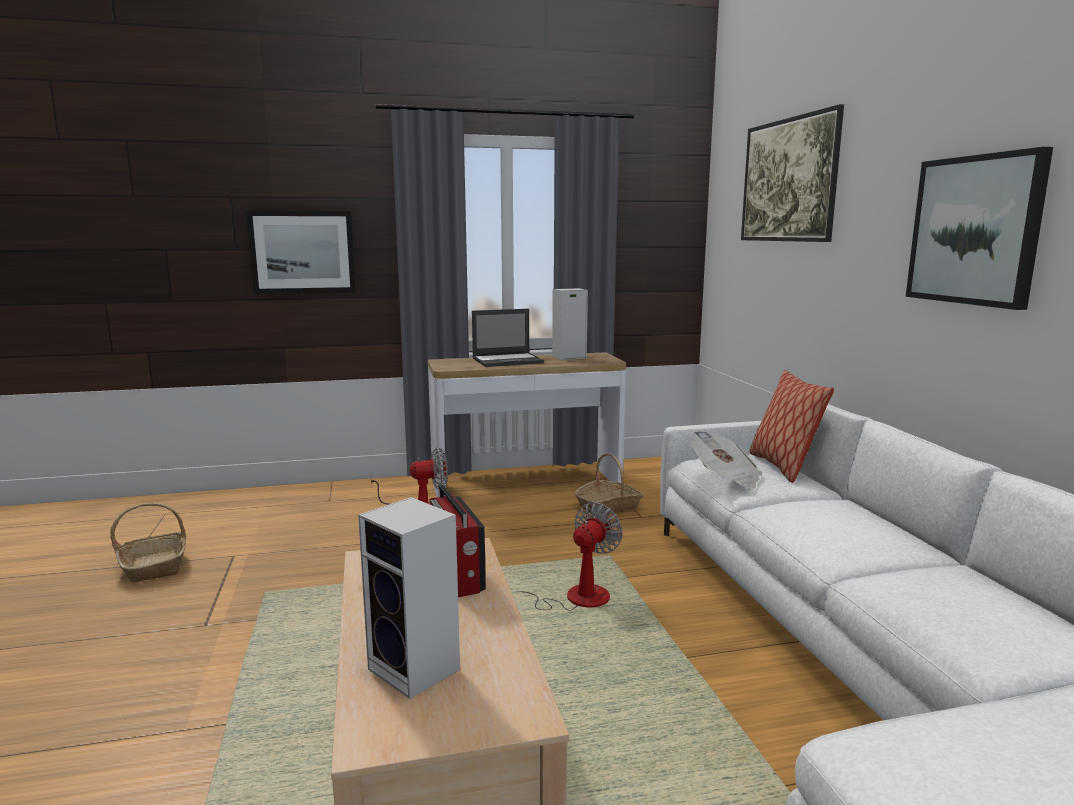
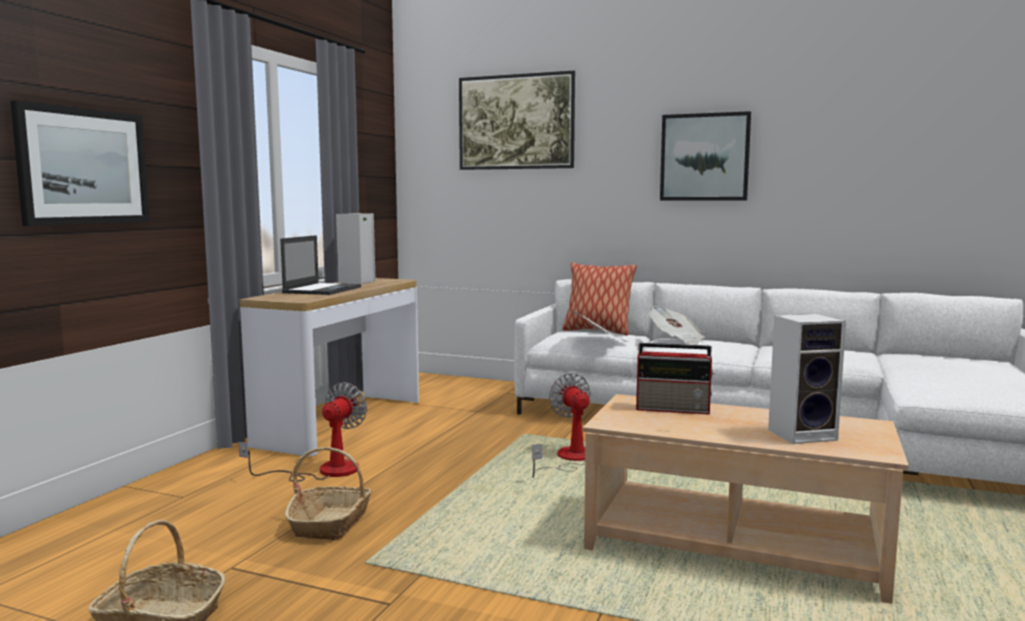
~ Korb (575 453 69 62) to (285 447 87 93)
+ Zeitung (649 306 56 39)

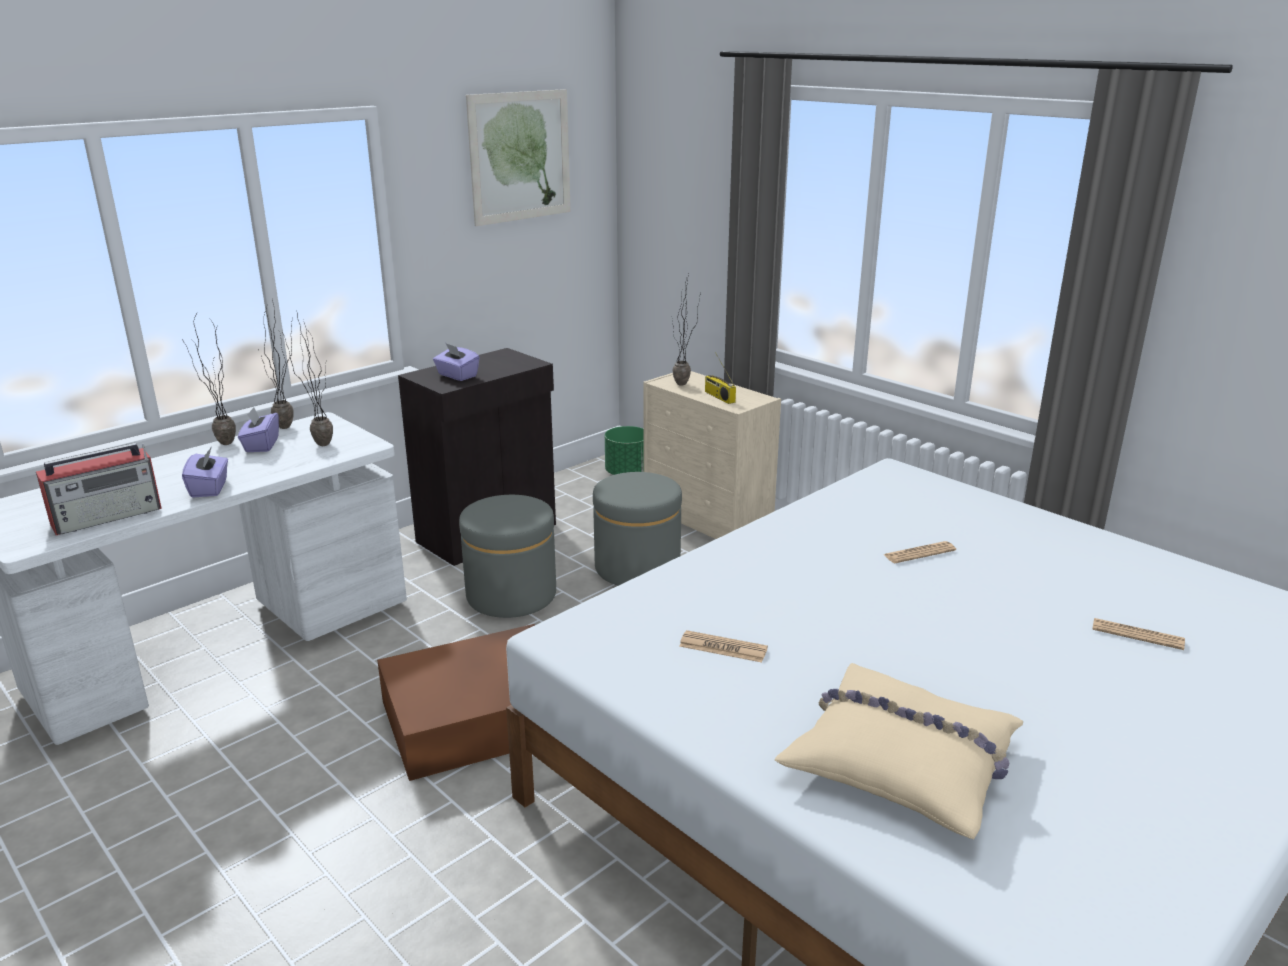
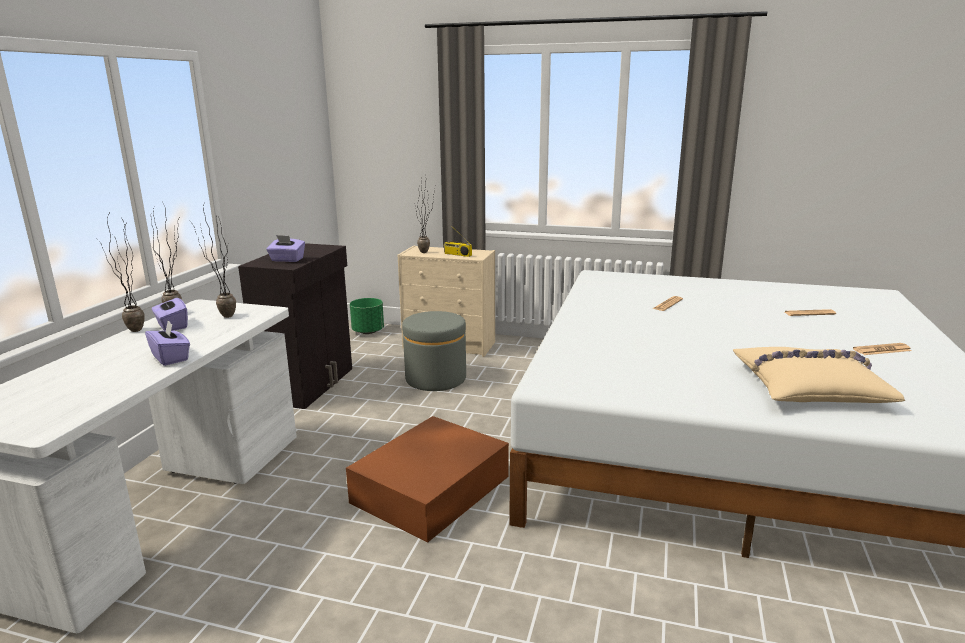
- Bild (466 89 105 137)
- Radio (36 443 126 92)
- Polsterhocker/grau (459 495 97 123)
~ Zeitung (679 630 89 33) to (853 343 59 12)

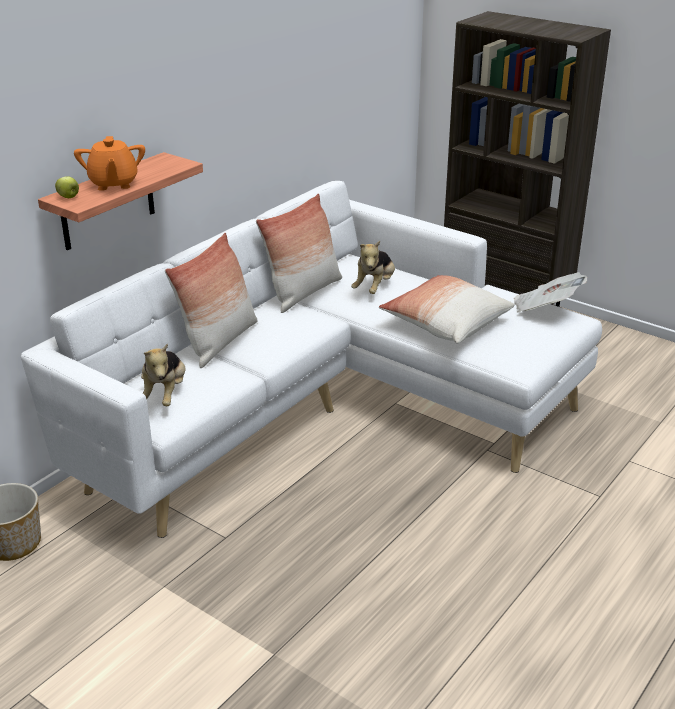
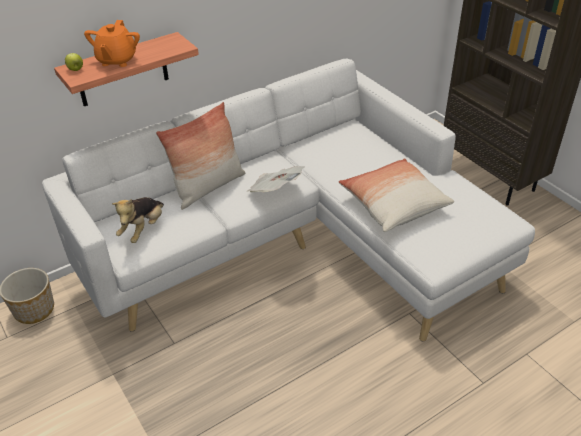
- Kissen (256 194 86 119)
- Plüschtier (351 241 44 53)
~ Zeitung (514 272 73 40) to (246 166 59 26)

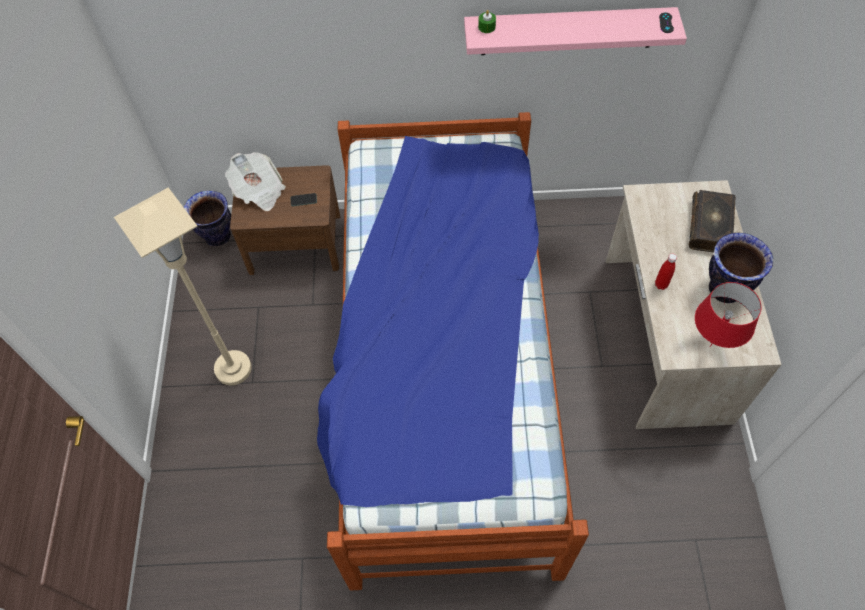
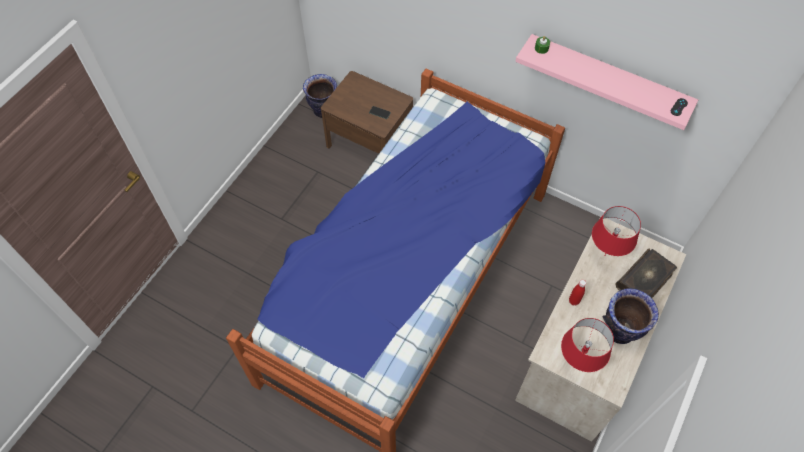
- Zeitung (225 152 61 59)
- Stehlampe/beige (114 188 138 197)
+ Tischlampe/rot (592 206 49 50)

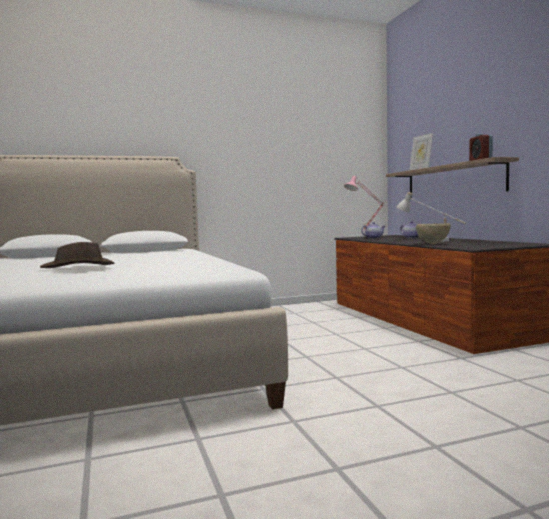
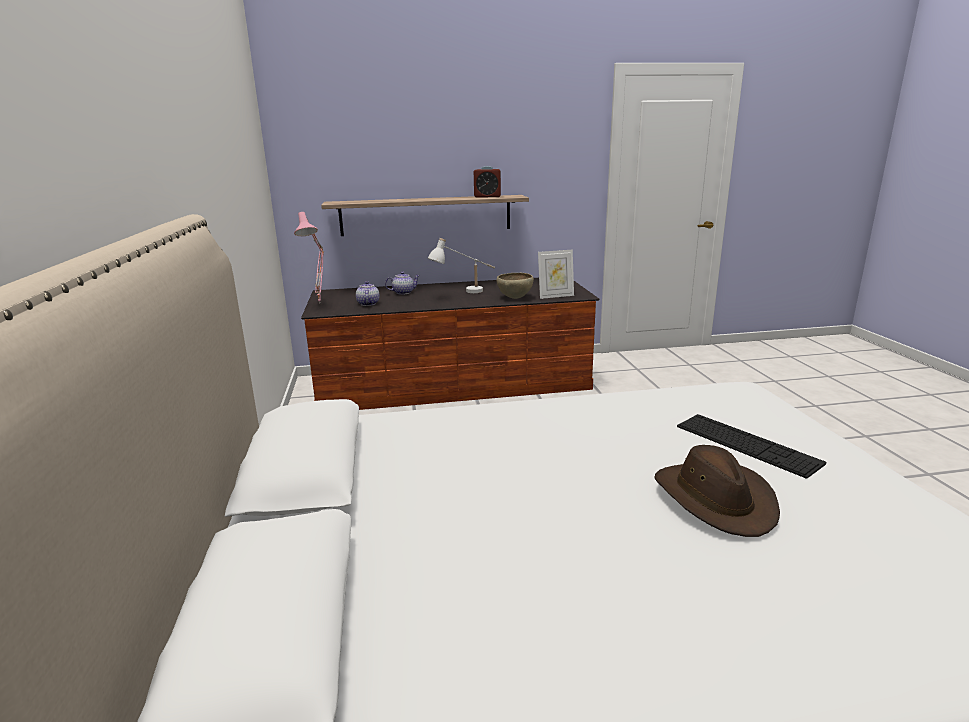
~ Bilderrahmen (410 133 23 37) to (538 249 36 50)
+ Tastatur (677 414 150 65)

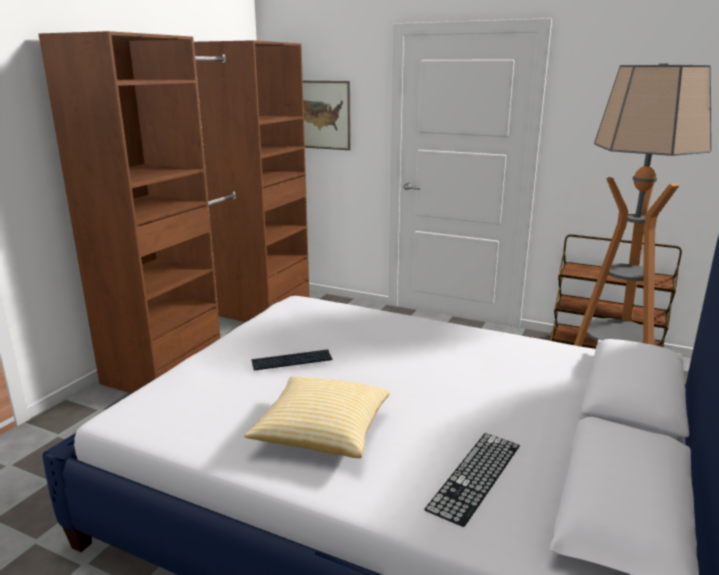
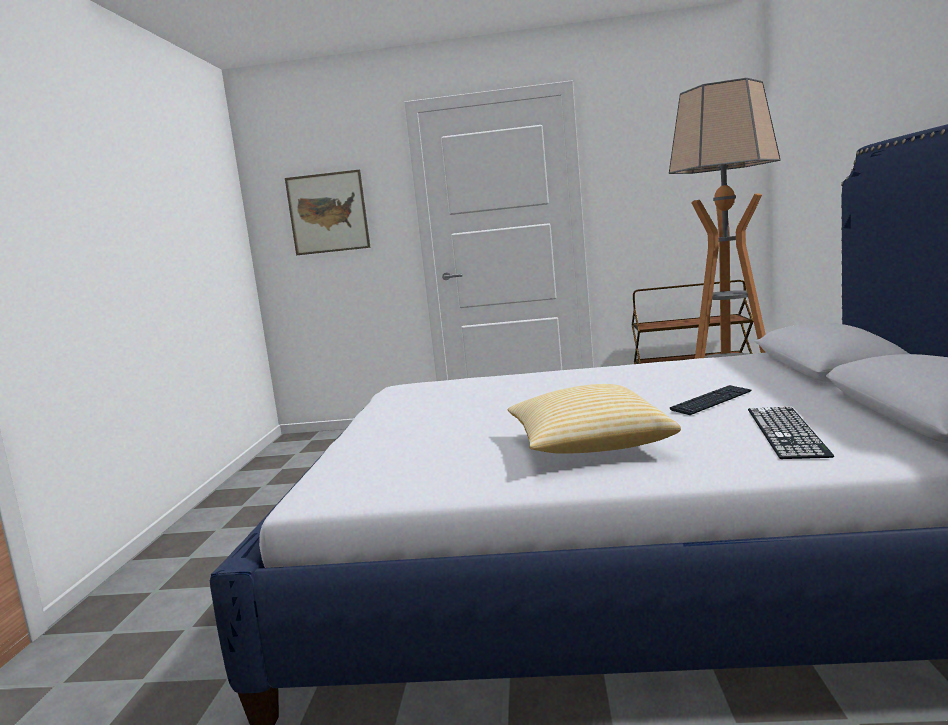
- Kleiderschrank/braun (38 31 272 362)
~ Tastatur (252 349 81 22) to (670 385 82 30)

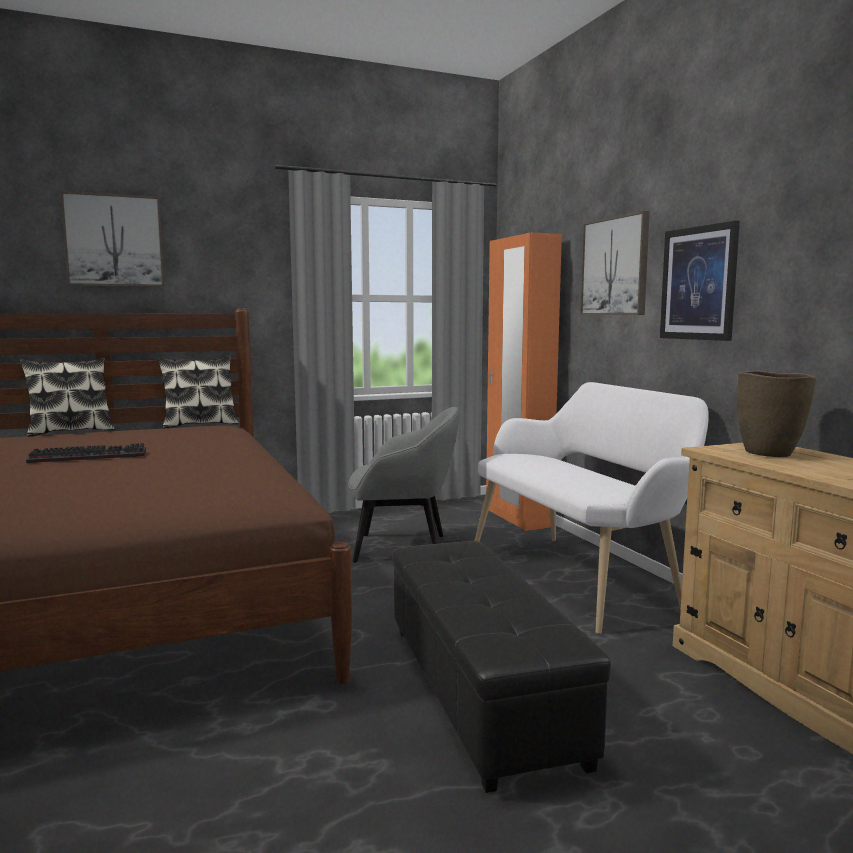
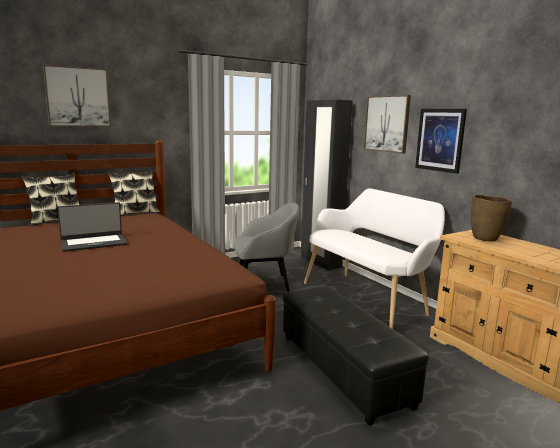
~ Kleiderschrank/orange (486 232 76 299) to Kleiderschrank/schwarz (301 100 52 170)
~ Tastatur (26 443 120 20) to Laptop (57 202 71 50)

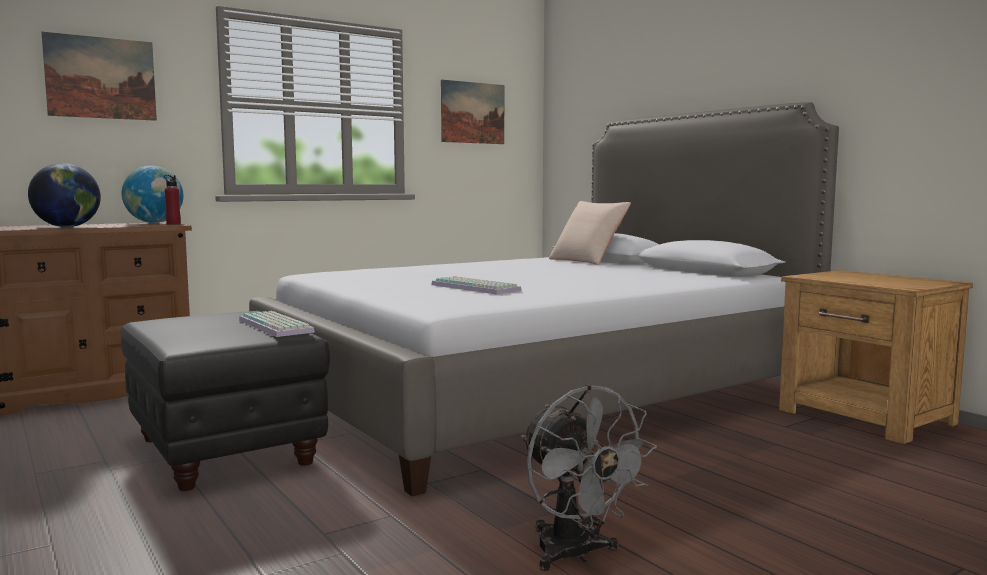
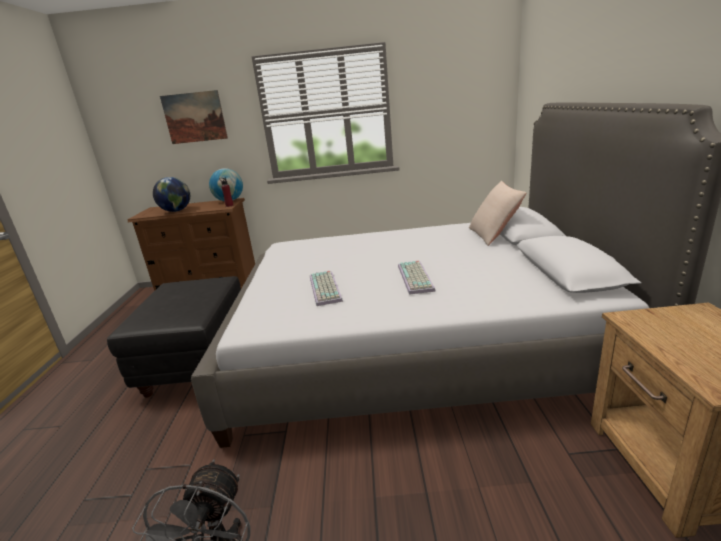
- Bild (441 80 63 64)
~ Tastatur (239 311 76 26) to (398 261 38 34)

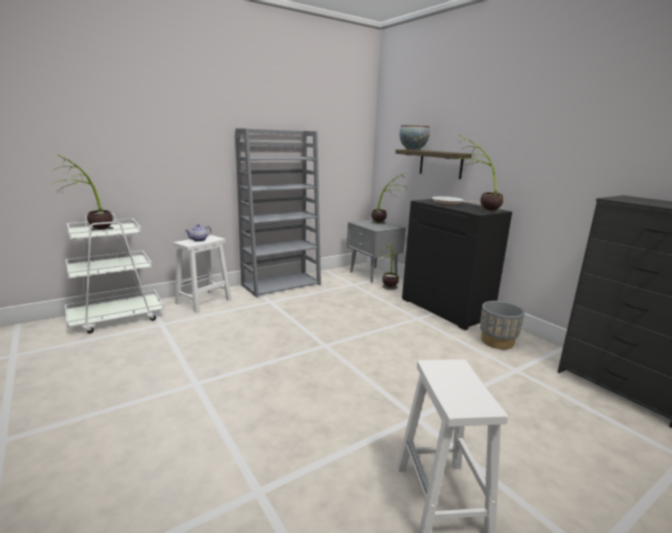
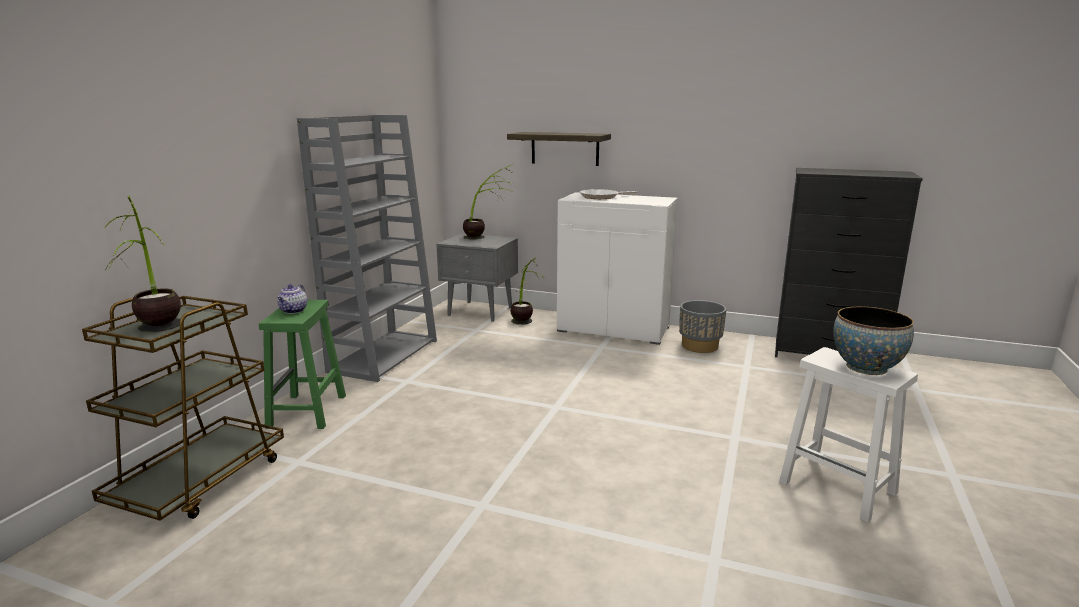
~ Schüssel (399 125 31 25) to (833 306 81 69)
- Topfpflanze (455 135 48 78)
~ Schrank/schwarz (402 199 110 131) to Schrank/weiß (557 192 121 153)
~ Rollwagen/weiß (65 213 99 120) to Rollwagen/braun (82 296 202 225)
~ Hocker/weiß (173 235 58 78) to Hocker/grün (259 300 87 129)

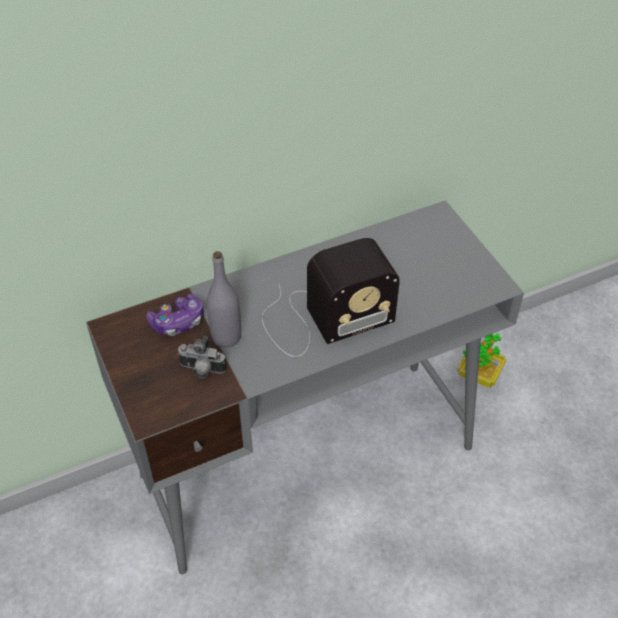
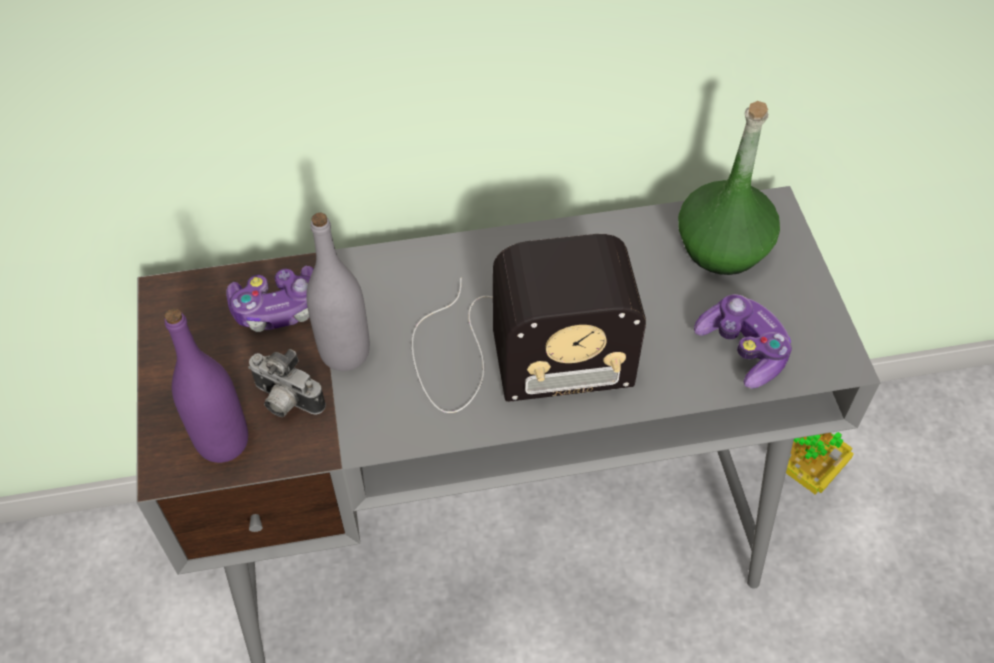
+ Flasche/grün (678 101 102 174)
+ Gamepad (694 294 98 95)
+ Flasche/lila (164 308 84 155)

